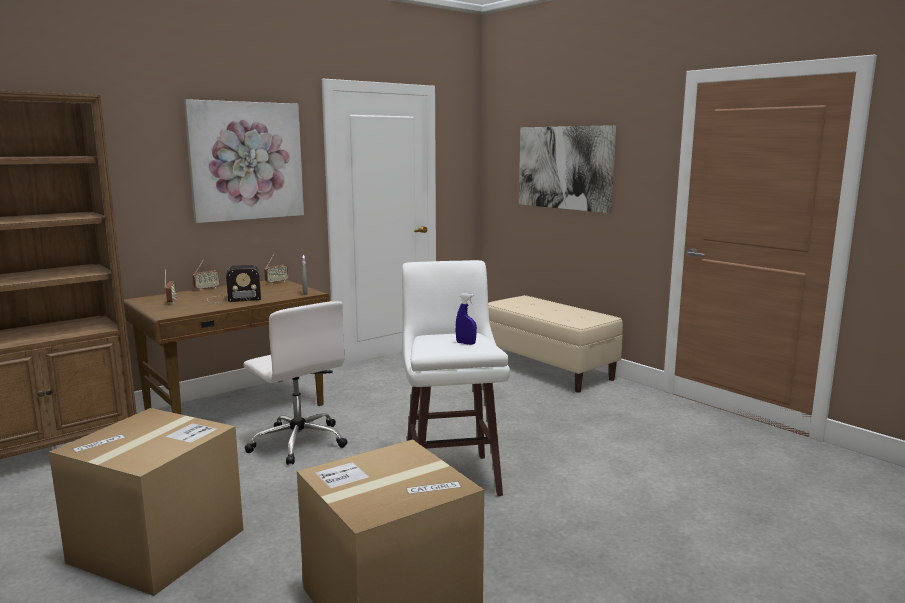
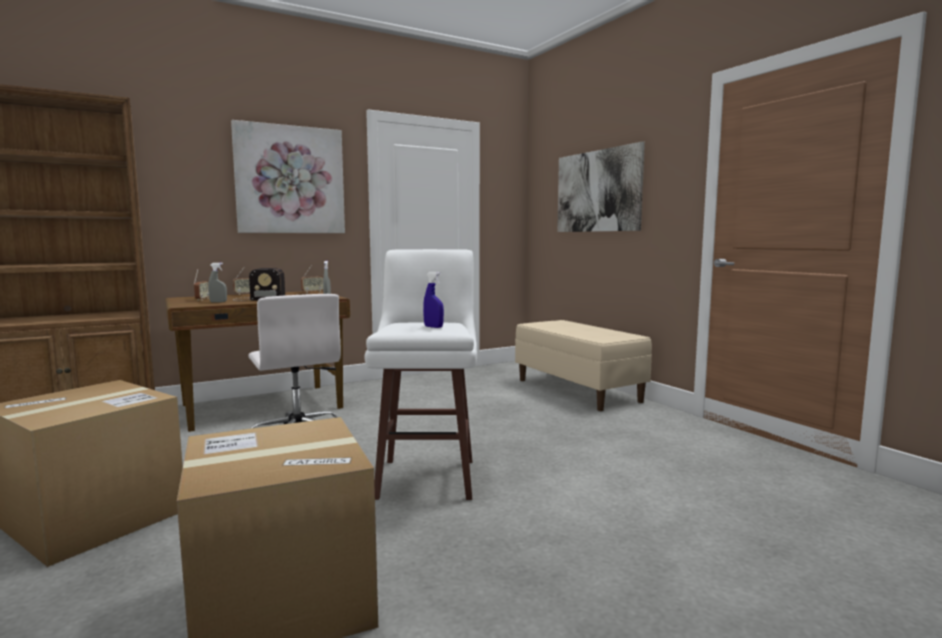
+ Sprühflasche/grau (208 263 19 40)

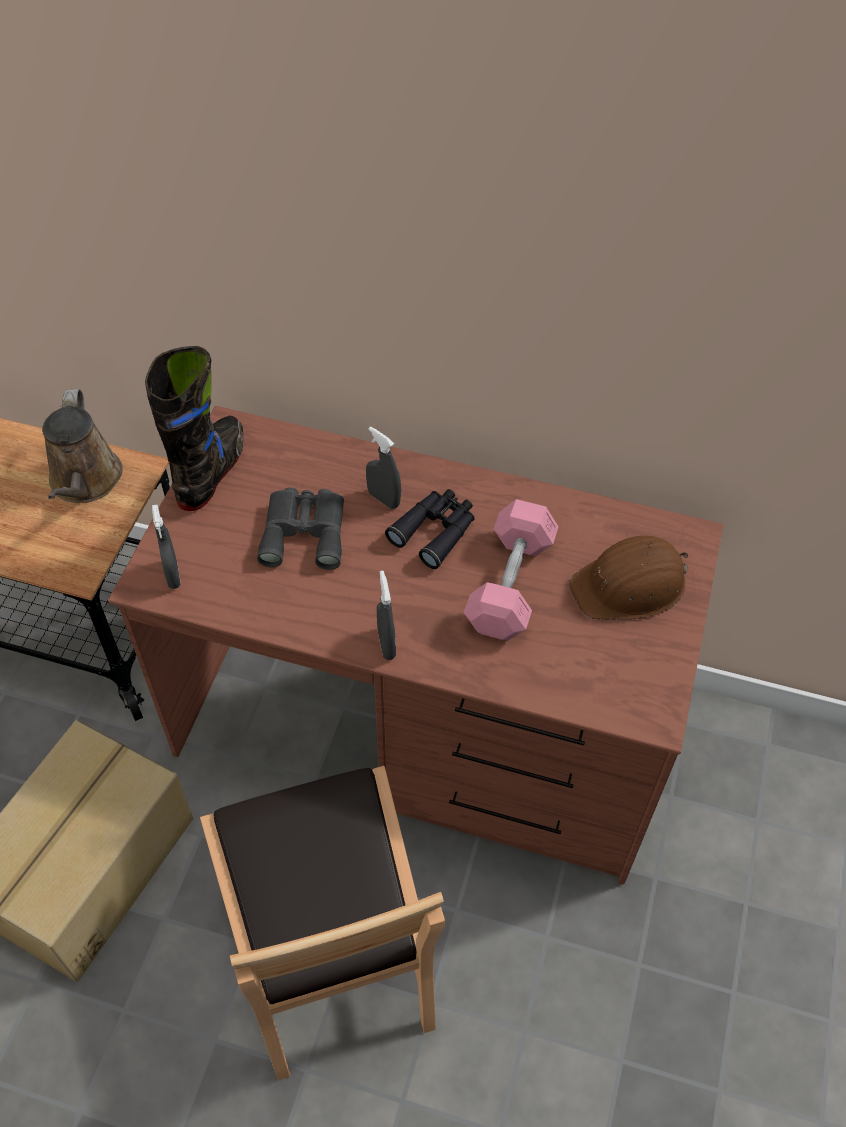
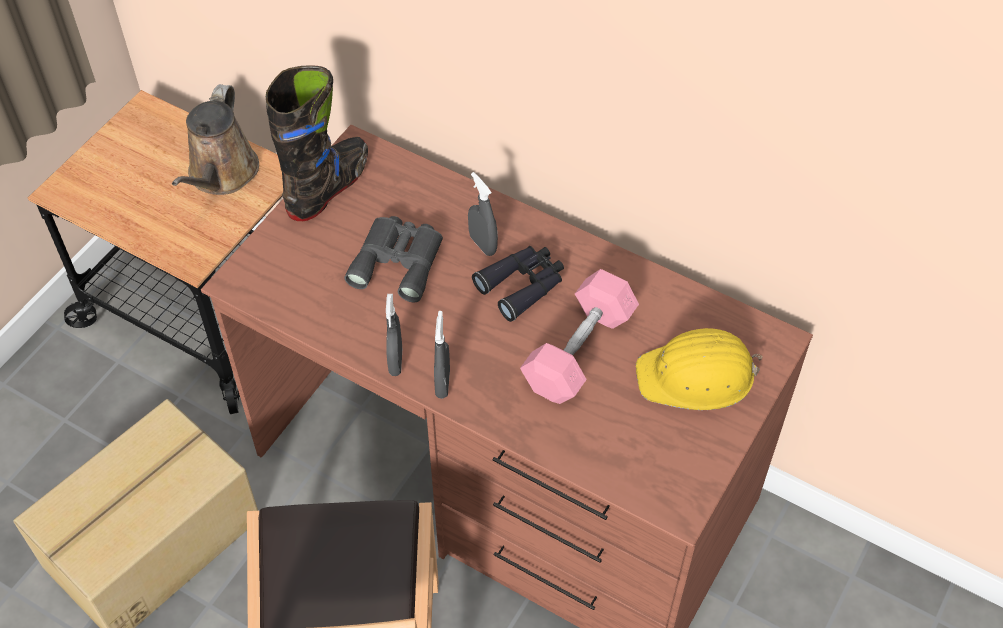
~ Sprühflasche/grau (152 505 29 84) to (386 294 16 82)
~ Schutzhelm/braun (569 536 119 84) to Schutzhelm/gelb (636 328 126 82)

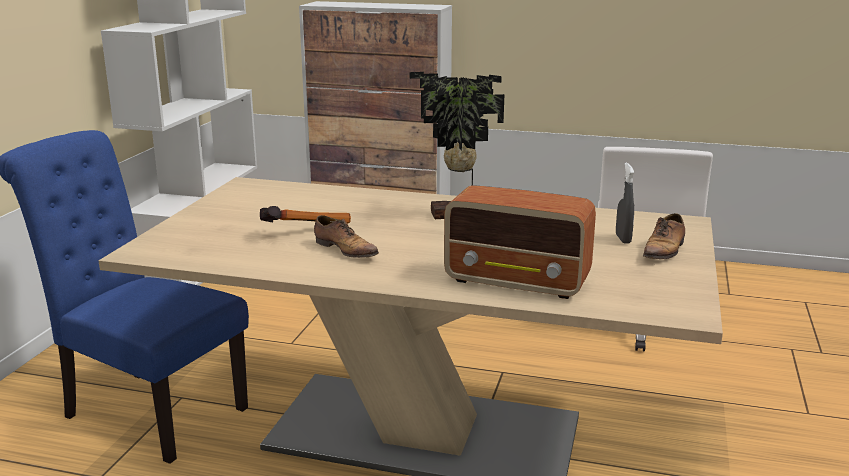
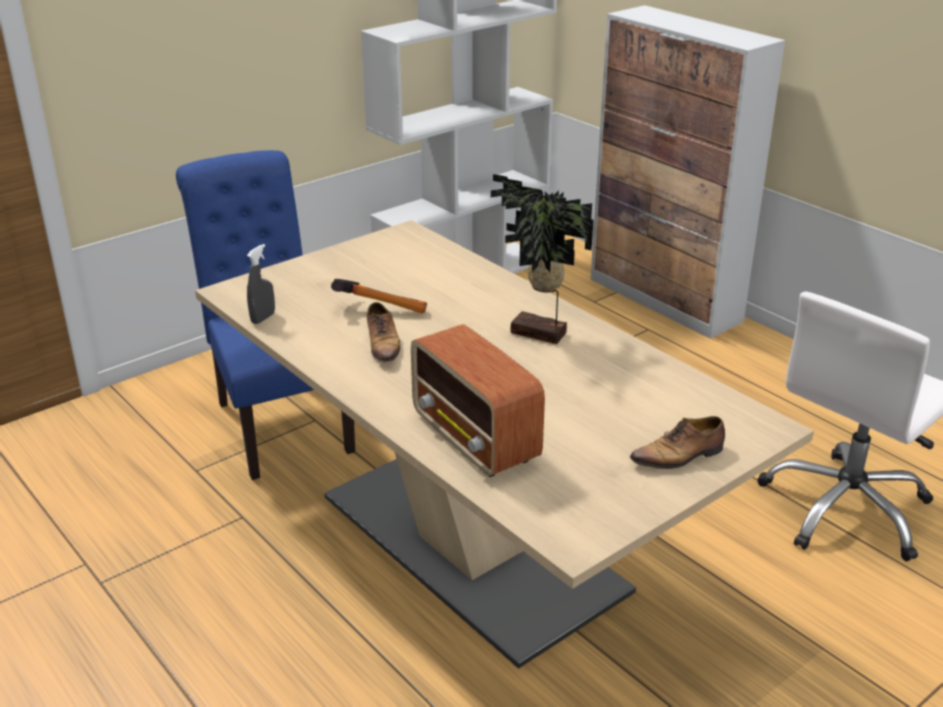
~ Sprühflasche/grau (616 163 18 81) to (247 244 28 80)

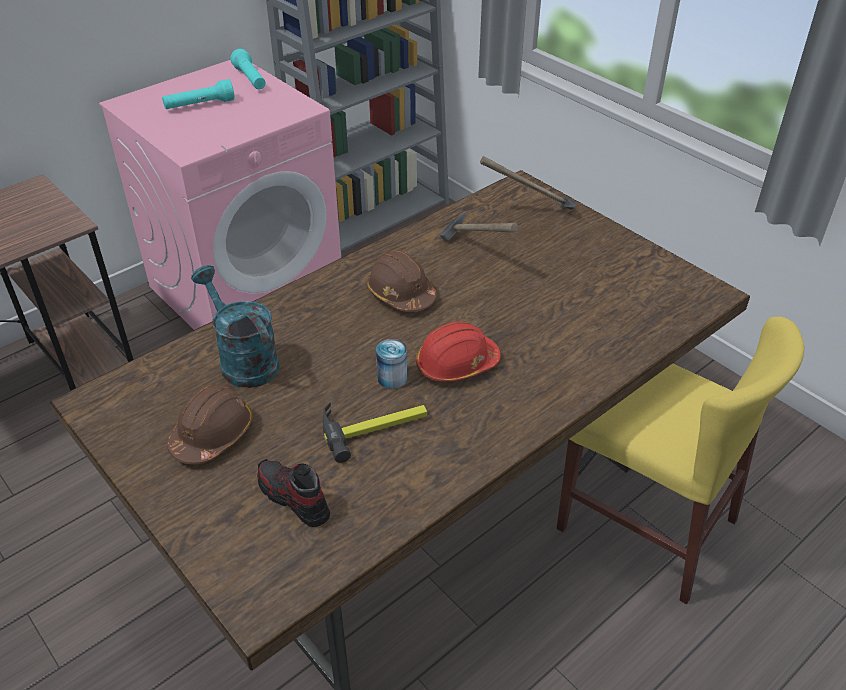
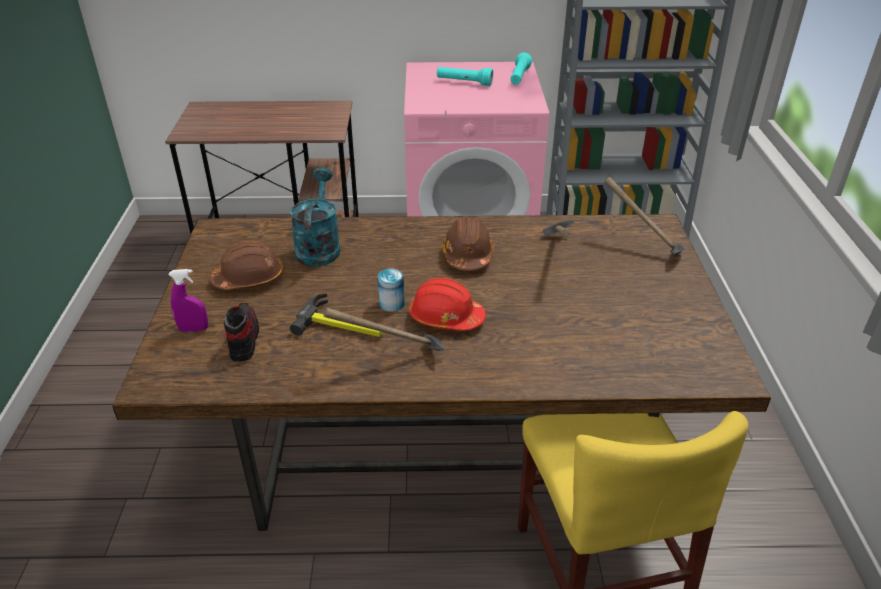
+ Sprühflasche/lila (169 269 39 63)
+ Hammer (323 308 121 43)

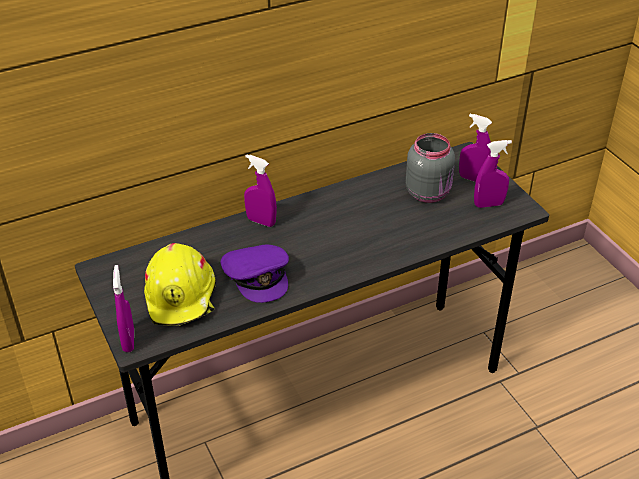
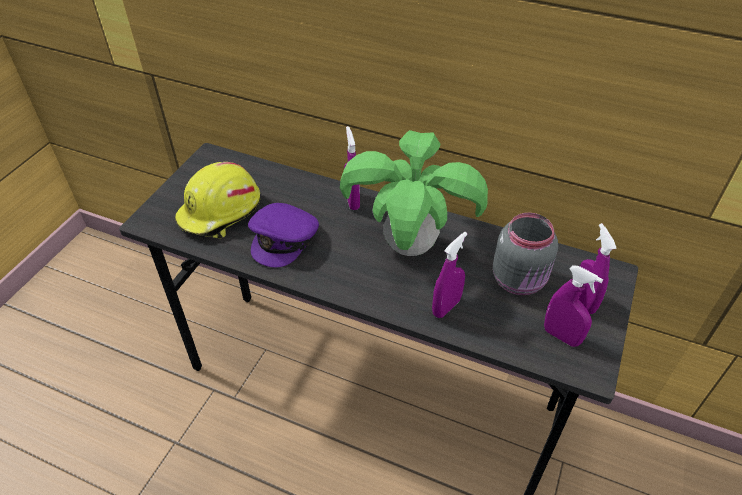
~ Sprühflasche/lila (113 265 21 87) to (432 232 35 86)
+ Topfpflanze (340 130 148 126)

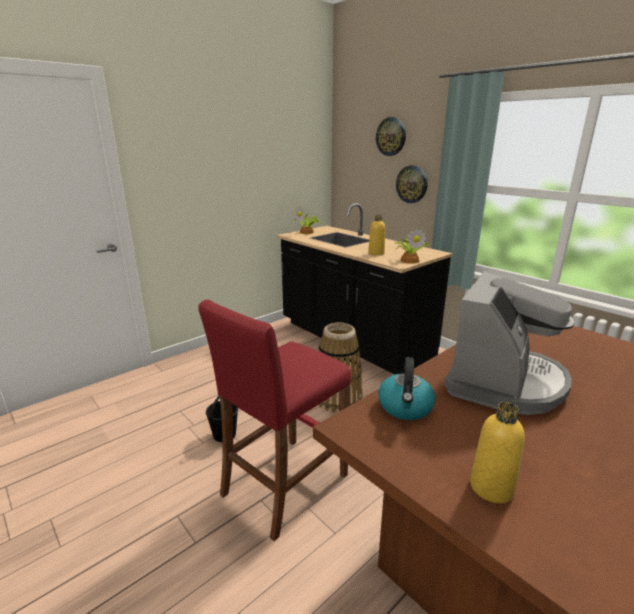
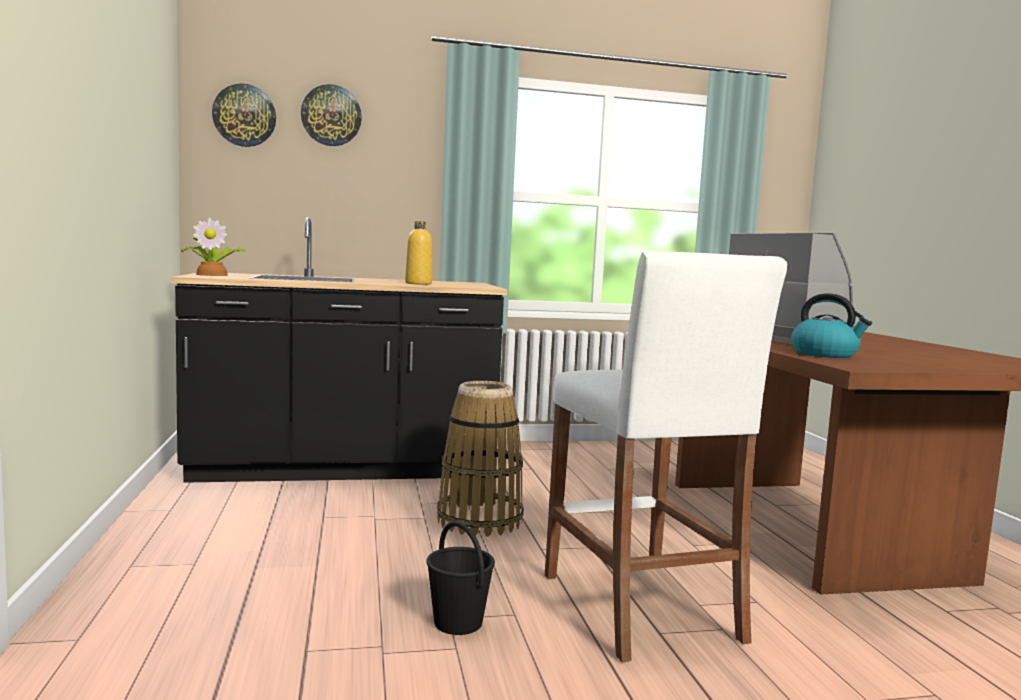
~ Wanduhr (396 165 31 38) to (212 84 64 63)
- Topfpflanze (396 228 34 36)
~ Hocker/rot (198 300 153 241) to Hocker/weiß (545 251 242 411)
- Flasche/gelb (470 402 55 101)

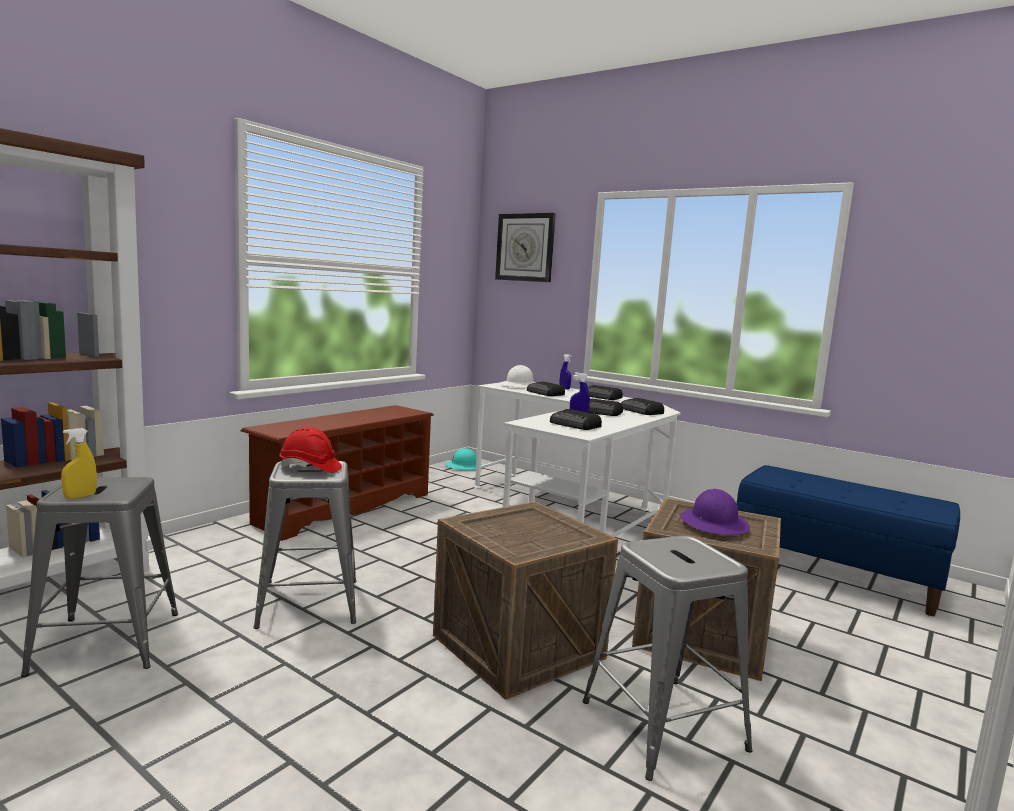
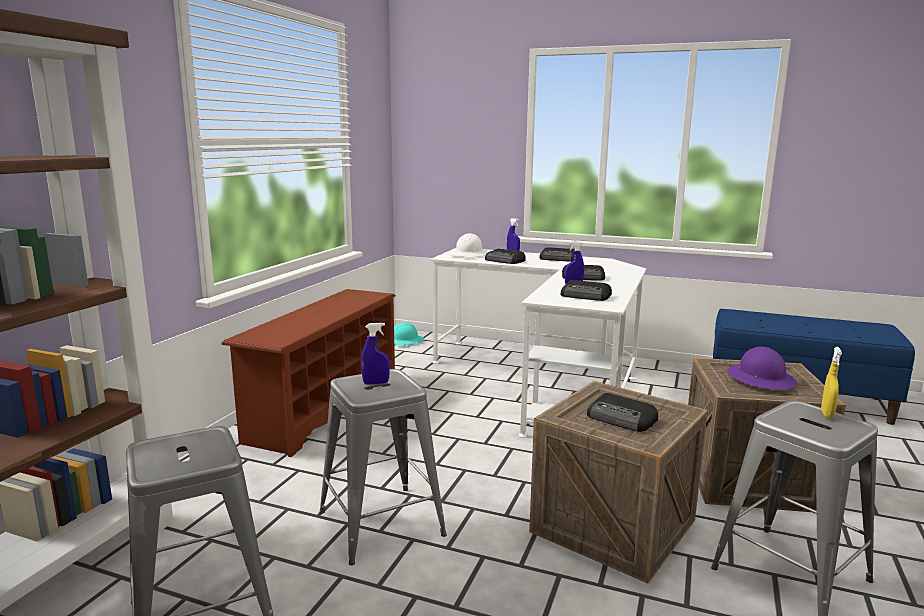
- Wanduhr (495 213 61 69)
~ Radio (621 398 43 17) to (587 393 71 39)
~ Schutzhelm/rot (279 427 63 46) to Sprühflasche/blau (361 323 29 61)
~ Sprühflasche/gelb (61 428 36 71) to (821 347 21 71)

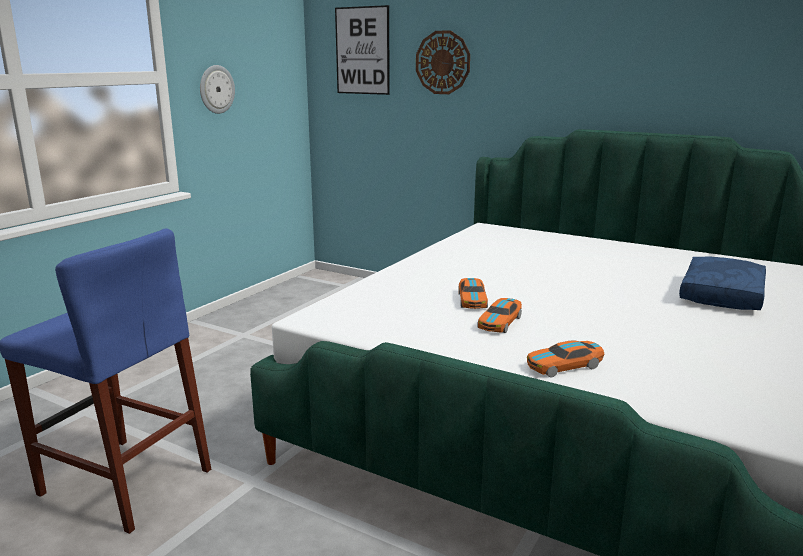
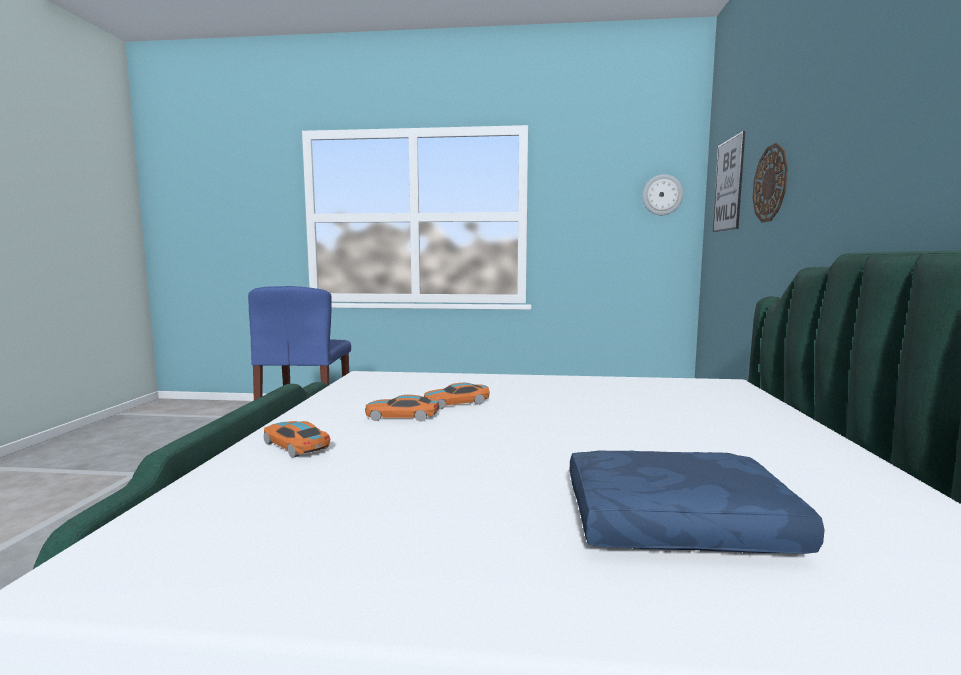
~ Wanduhr (200 65 35 49) to (642 174 41 41)

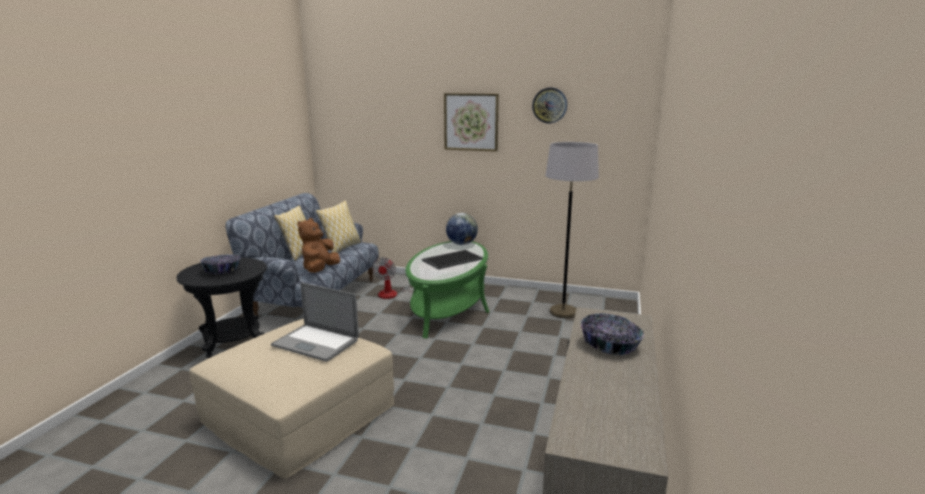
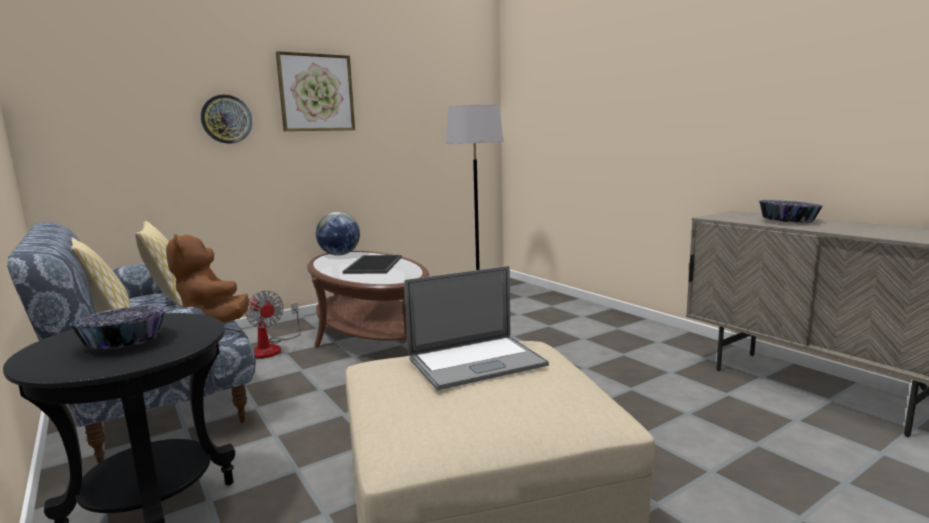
~ Wanduhr (532 88 35 35) to (201 95 51 49)
~ Couchtisch/grün (405 241 84 98) to Couchtisch/braun (307 251 122 97)

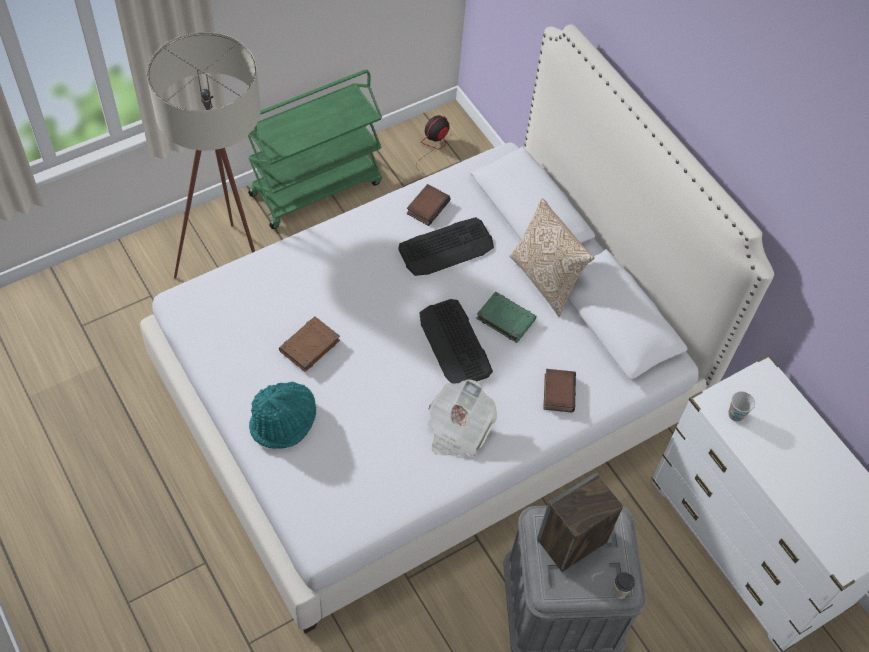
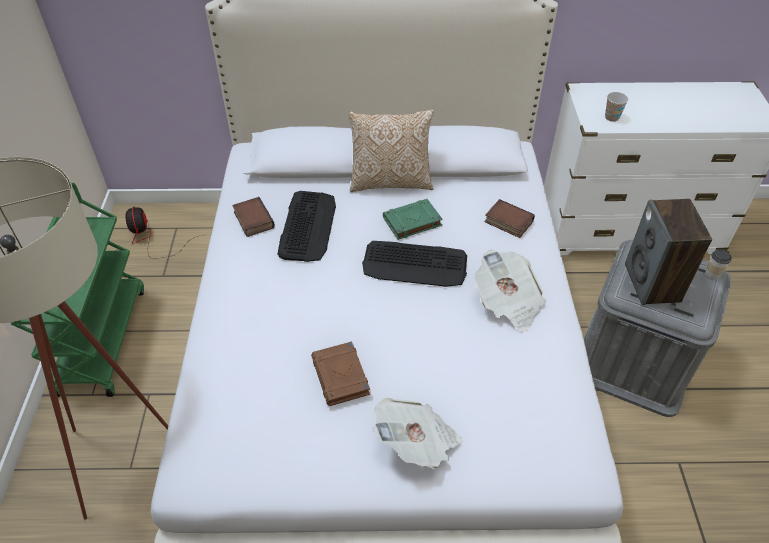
~ Hut/türkis (249 382 67 67) to Zeitung (372 398 91 71)

